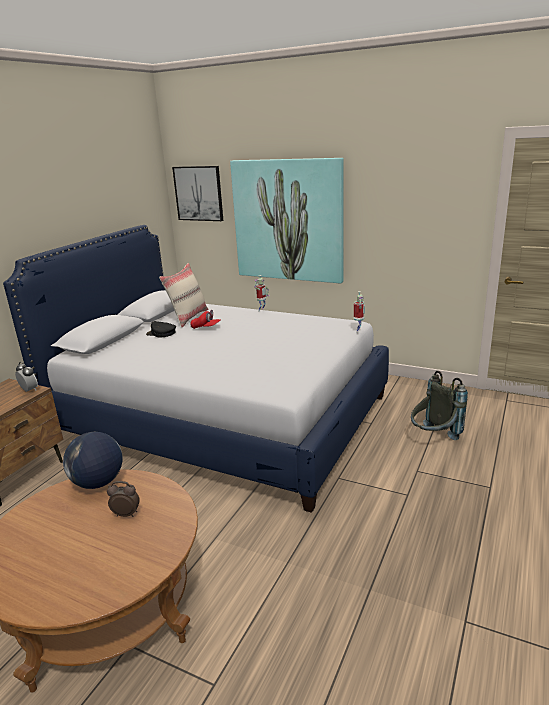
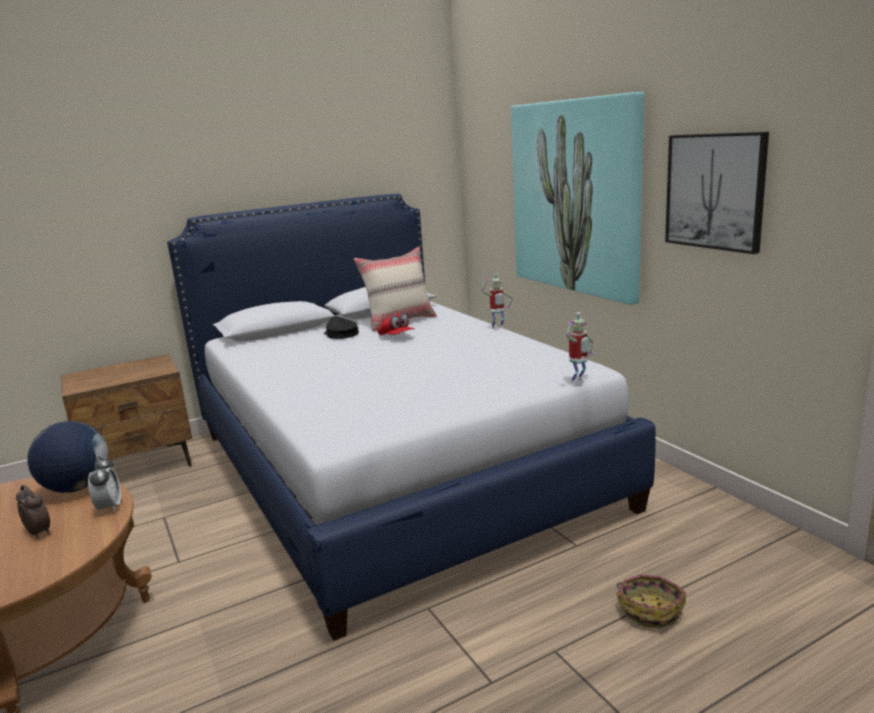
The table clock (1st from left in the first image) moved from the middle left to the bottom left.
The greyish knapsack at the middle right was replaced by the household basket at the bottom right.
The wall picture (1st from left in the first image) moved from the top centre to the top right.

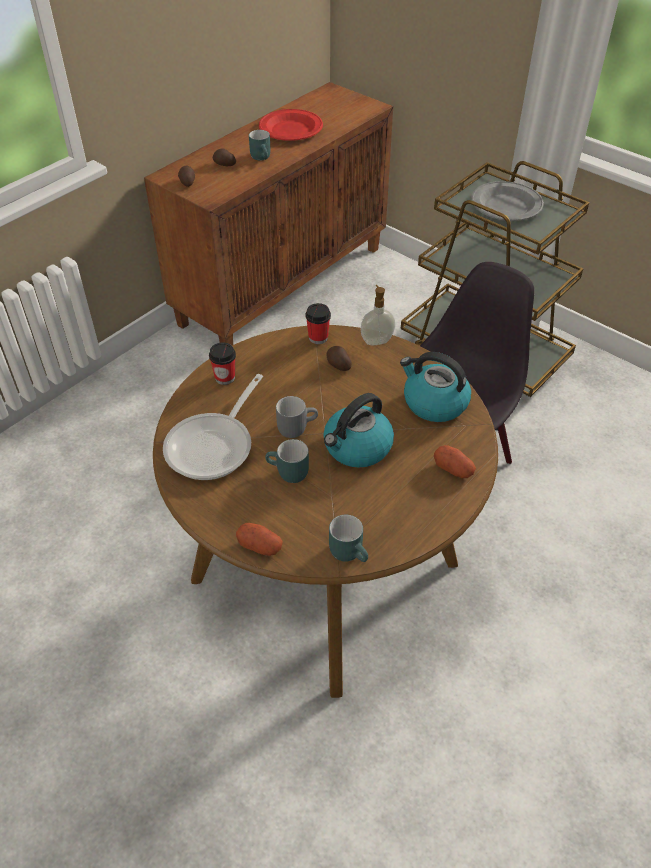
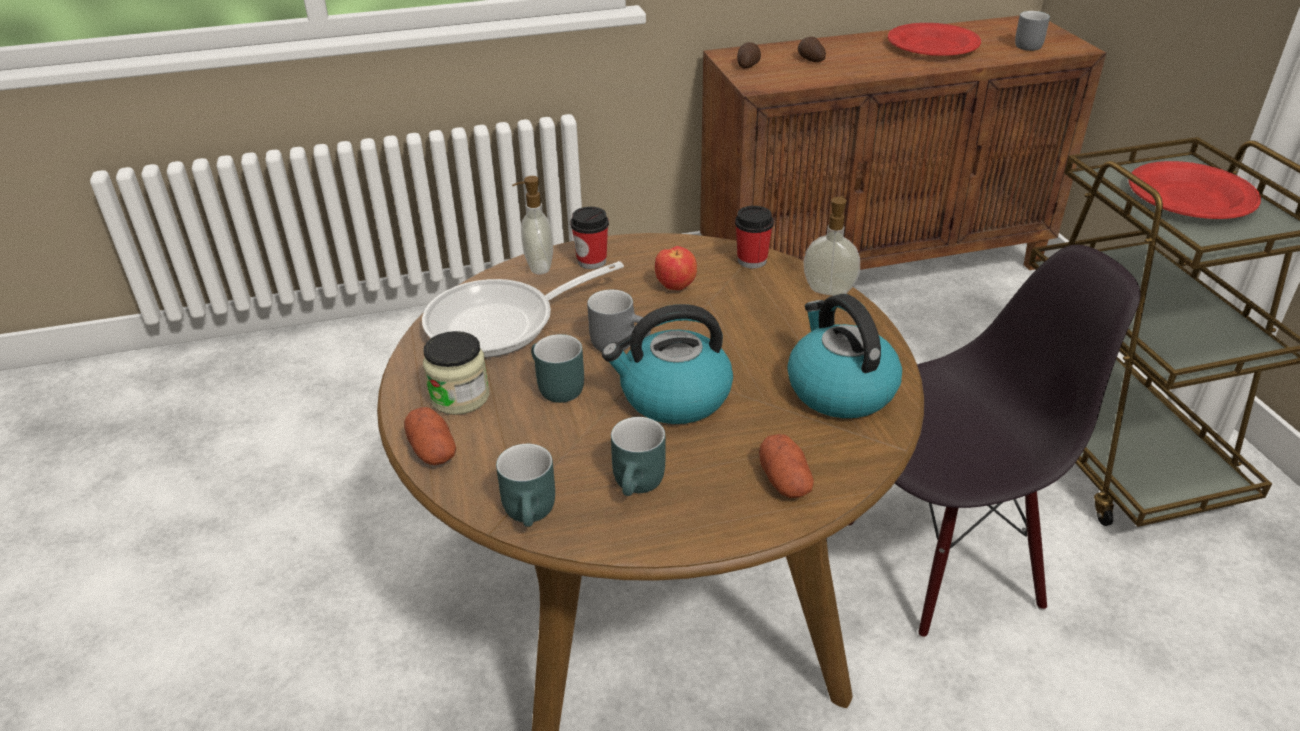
The preserve jar at the centre appeared.
The soap dispenser (1st from left) at the top centre appeared.
The blue-green tea mug (1st from left in the first image) moved from the top centre to the centre.
The apple fruit at the centre appeared.
The greyish tea mug (2nd from left) at the top right appeared.
The greyish dinner plate at the top right became the red-coloured dinner plate (2nd from left) at the top right.
The spud (4th from left) at the centre disappeared.

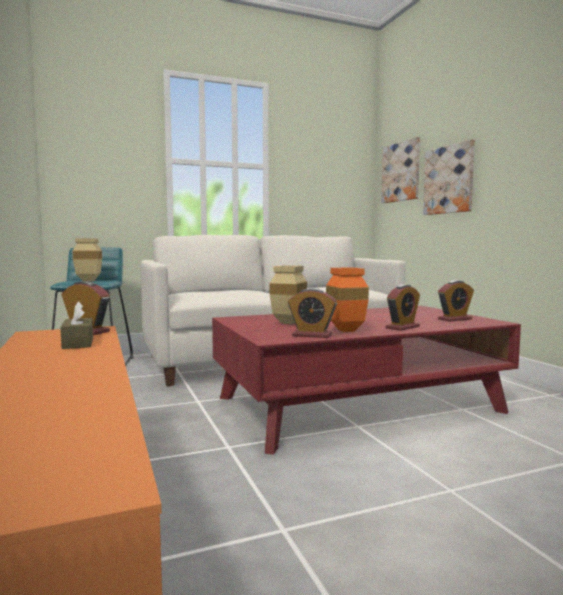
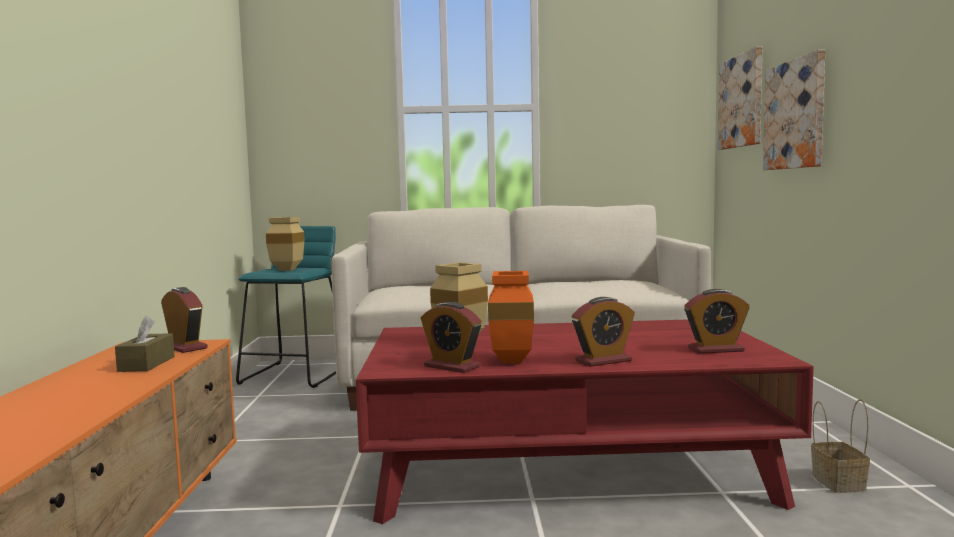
The household basket at the bottom right appeared.

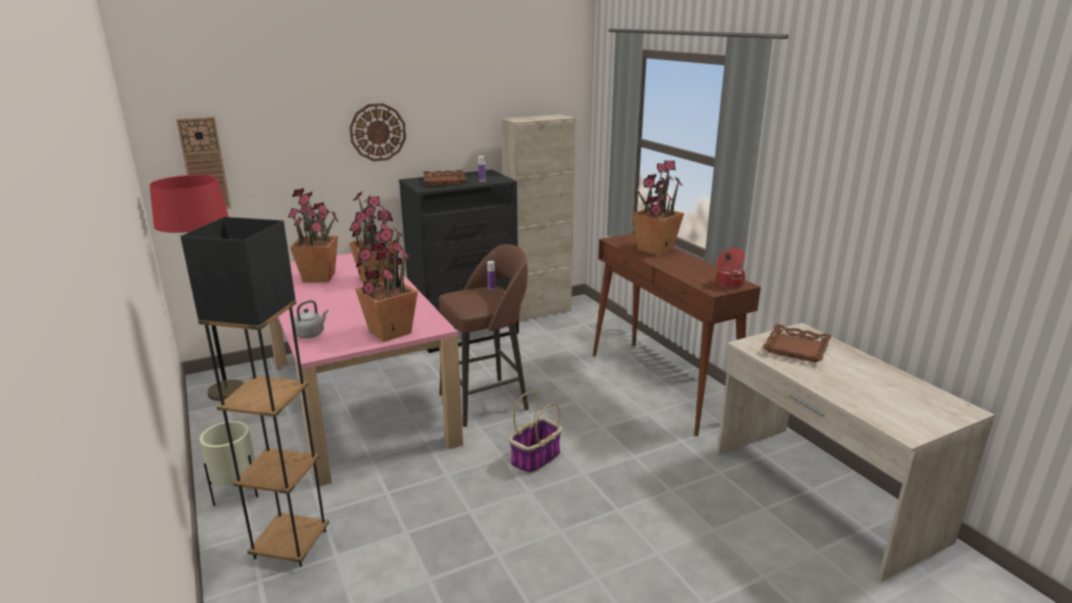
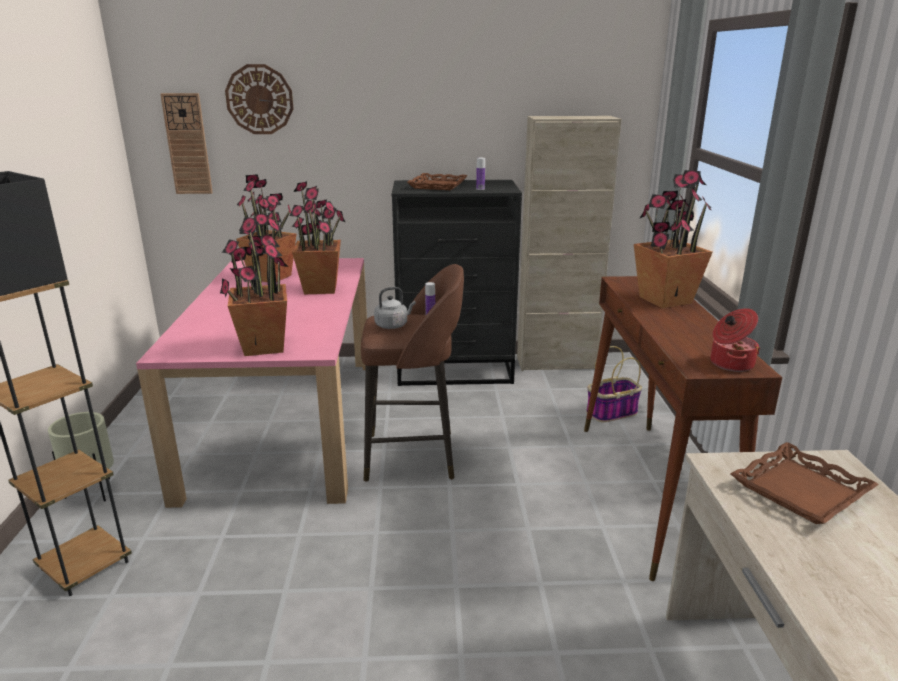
The clock on the wall (2nd from left) moved from the top centre to the top left.
The greyish water kettle moved from the middle left to the centre.
The household basket moved from the bottom centre to the middle right.
The red-coloured standard lamp at the middle left disappeared.

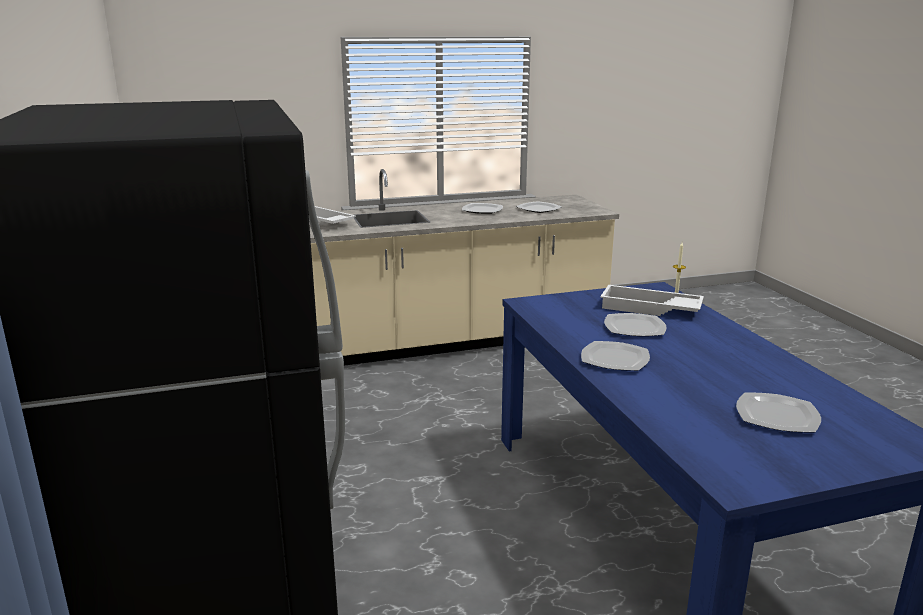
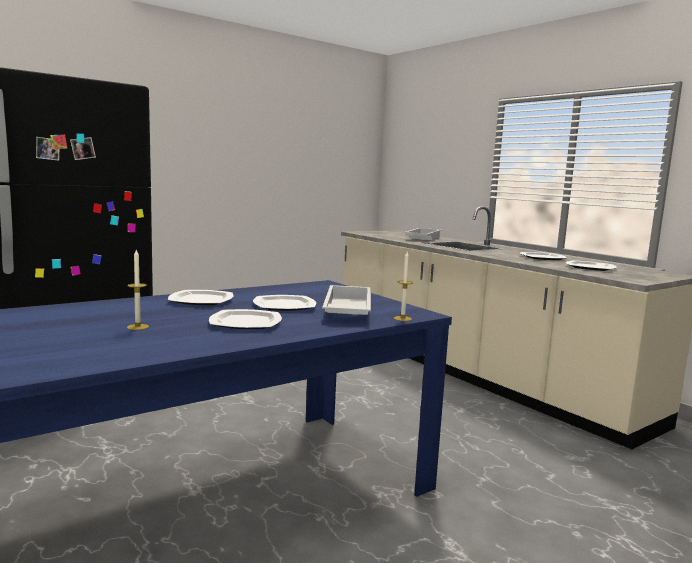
The wax light (1st from left) at the middle left appeared.
The dinner plate (5th from left in the first image) moved from the bottom right to the centre.

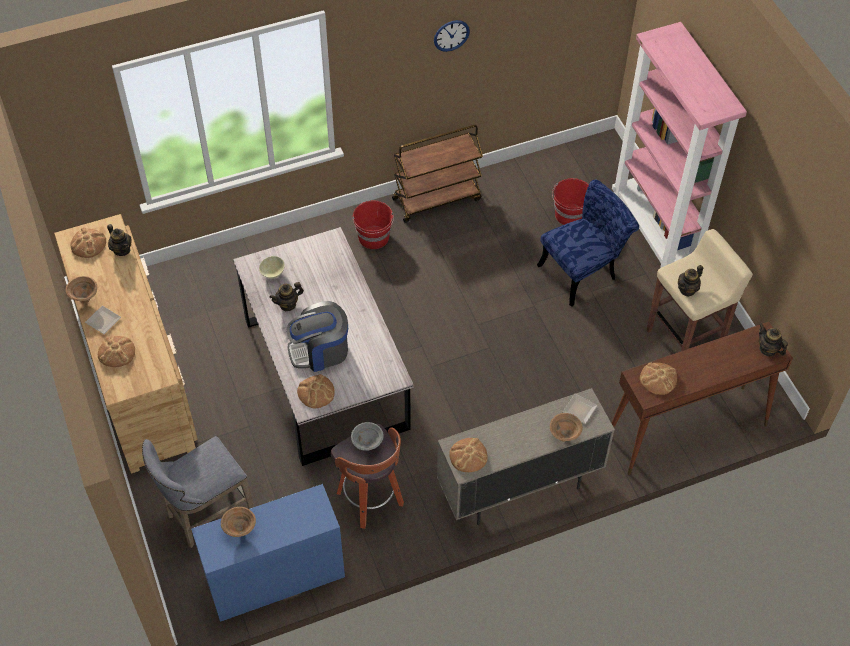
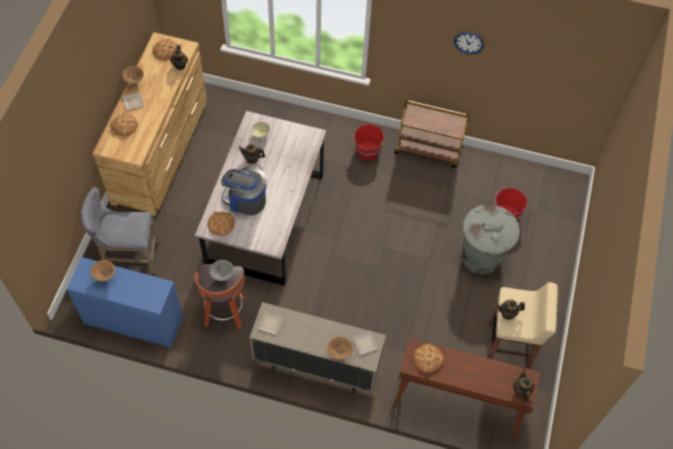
The bakery bread (4th from left) at the bottom centre was replaced by the dinner plate (2nd from left) at the bottom centre.
The blue-coloured upright chair at the middle right was replaced by the greyish waste bin at the middle right.
The pink shelving unit at the top right disappeared.

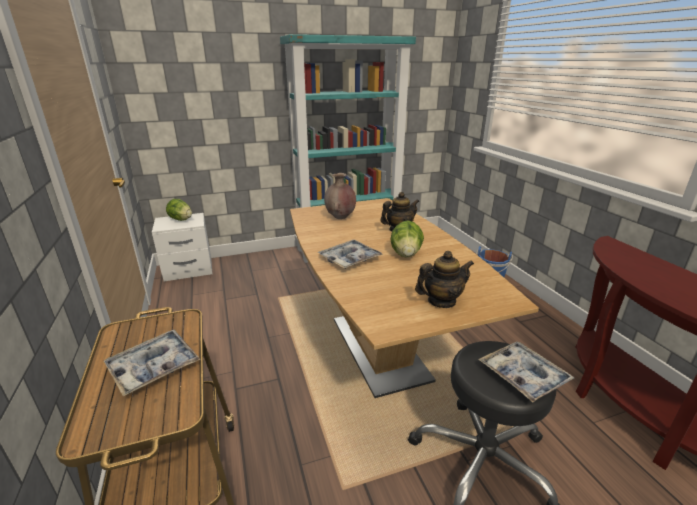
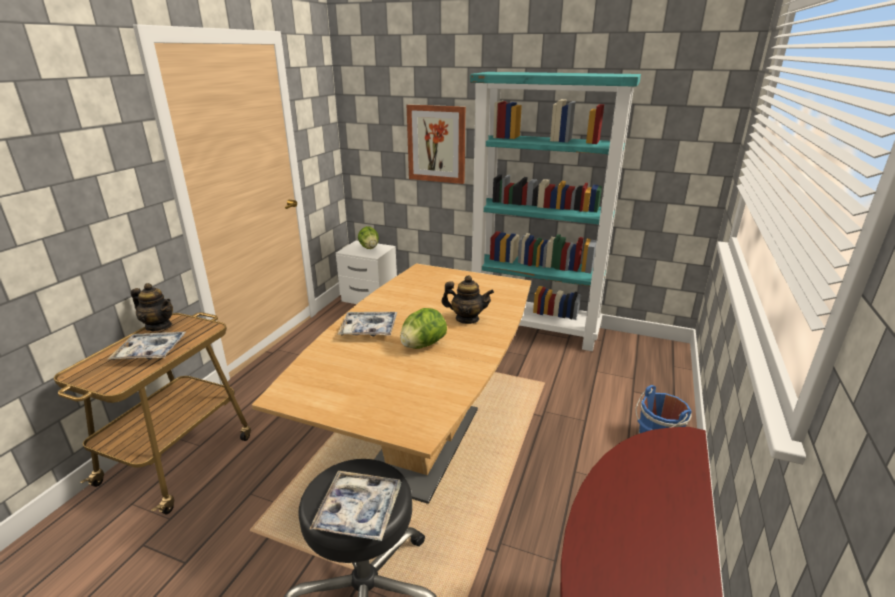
The pot for tea (2nd from left in the first image) moved from the centre to the middle left.
The wall picture at the top centre appeared.
The brown-coloured vase at the centre disappeared.

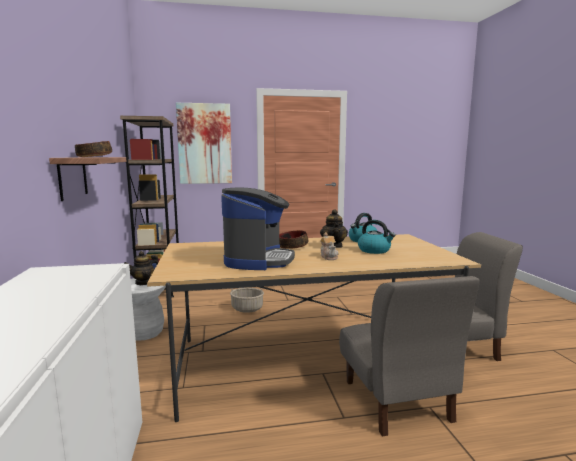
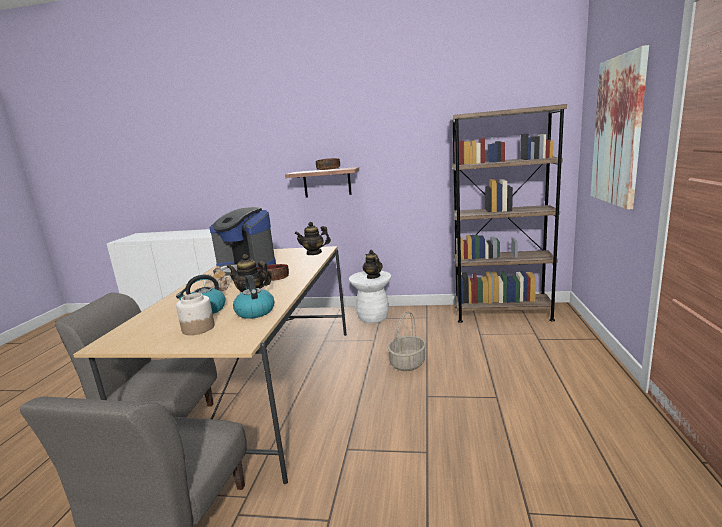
The preserve jar at the middle left appeared.
The pot for tea (3rd from left) at the centre appeared.

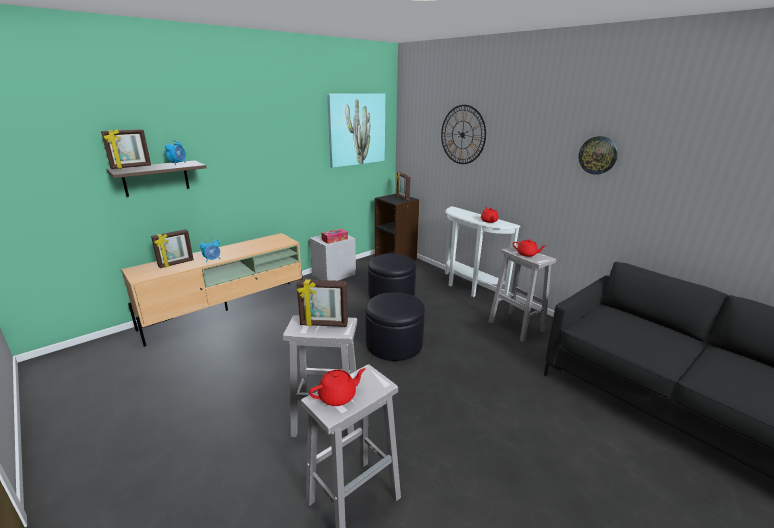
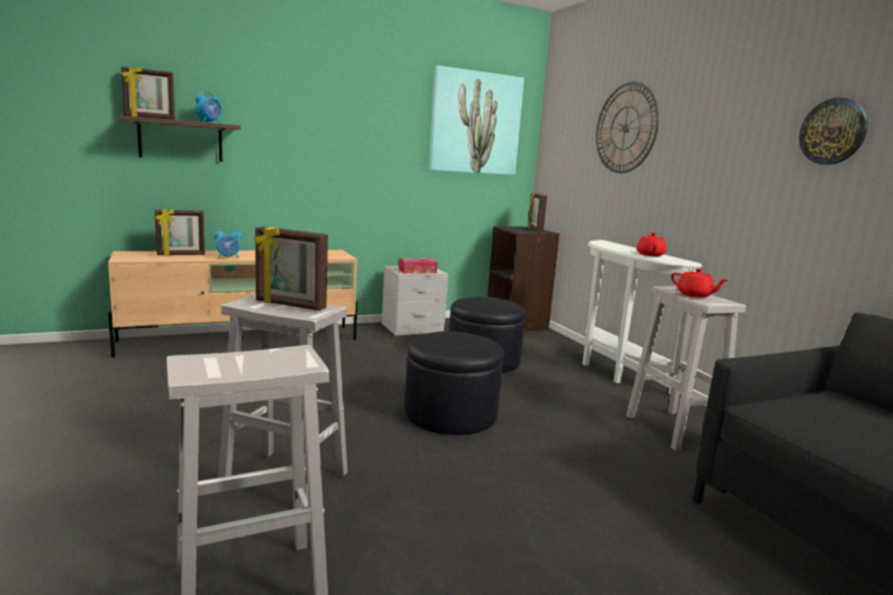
The red-coloured pot for tea (1st from left) at the bottom centre disappeared.

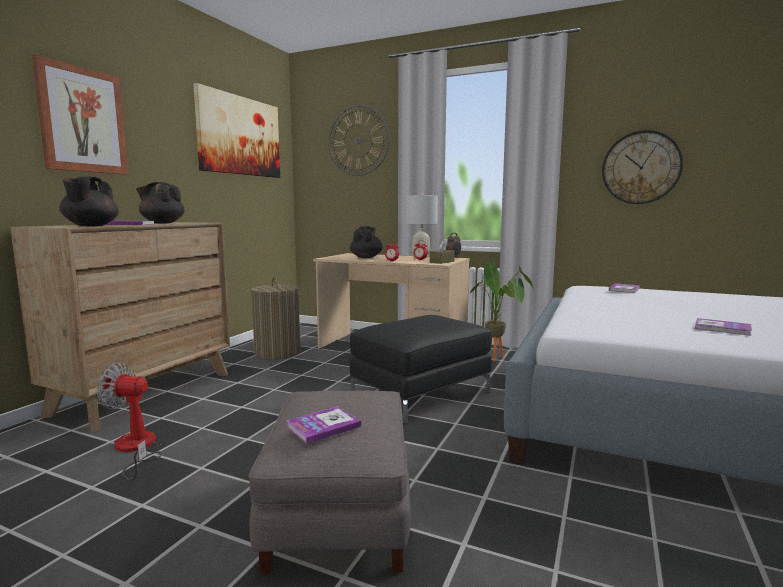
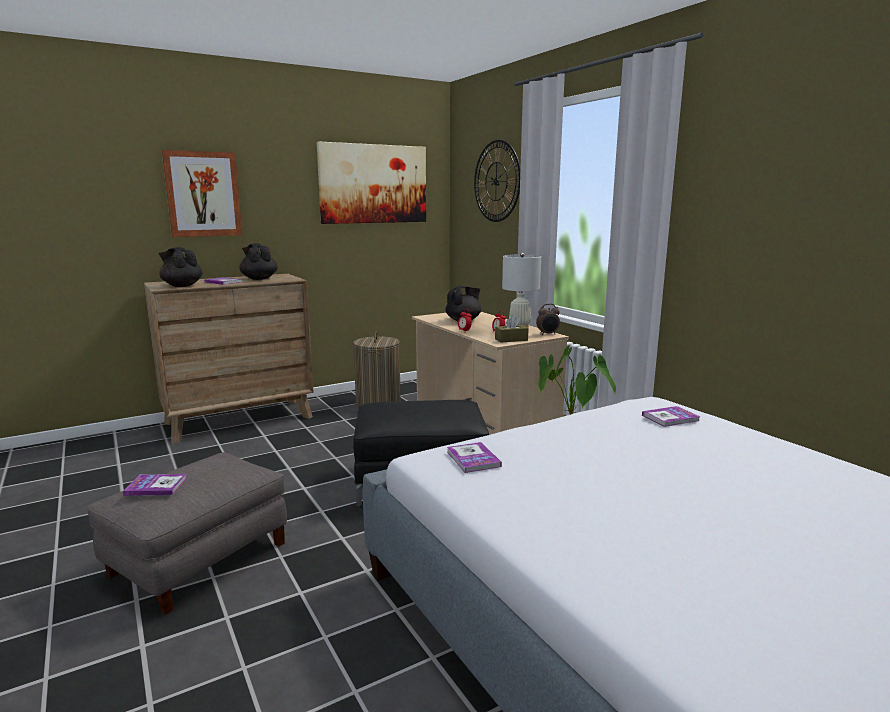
The black pot for tea (1st from left) at the middle left turned 90 degrees clockwise.
The volume (4th from left in the first image) moved from the middle right to the centre.
The electric fan at the bottom left disappeared.
The clock on the wall (2nd from left) at the top right disappeared.

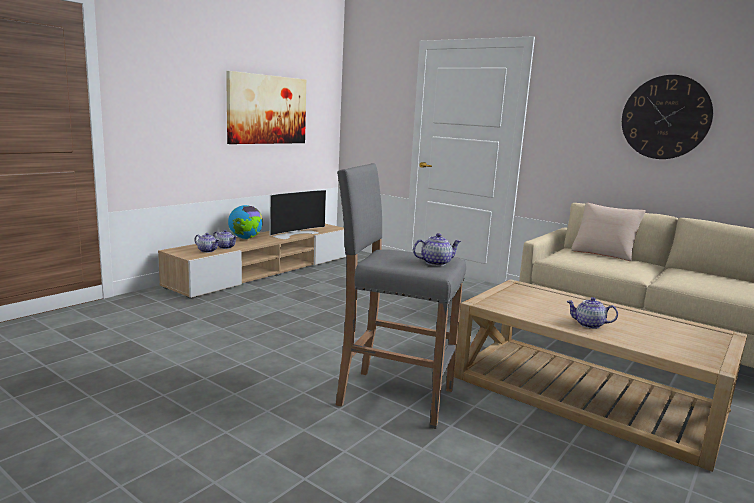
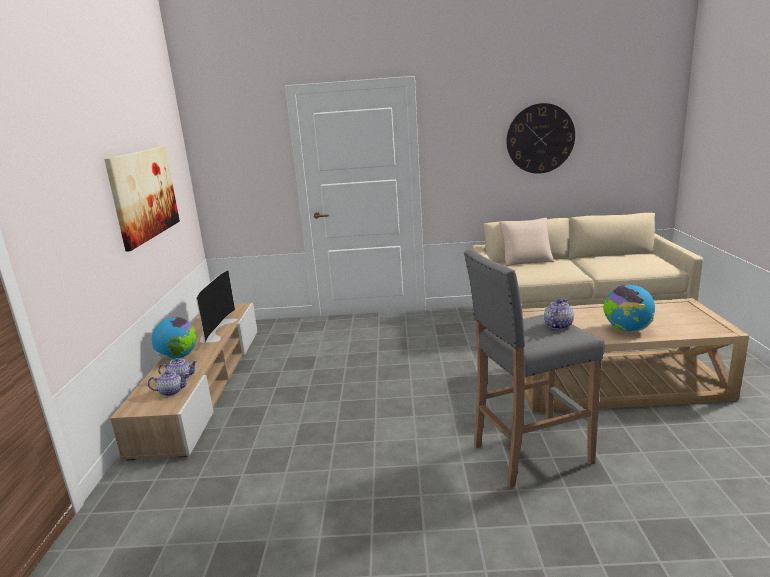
The pot for tea (4th from left) at the middle right was replaced by the globe (2nd from left) at the middle right.

